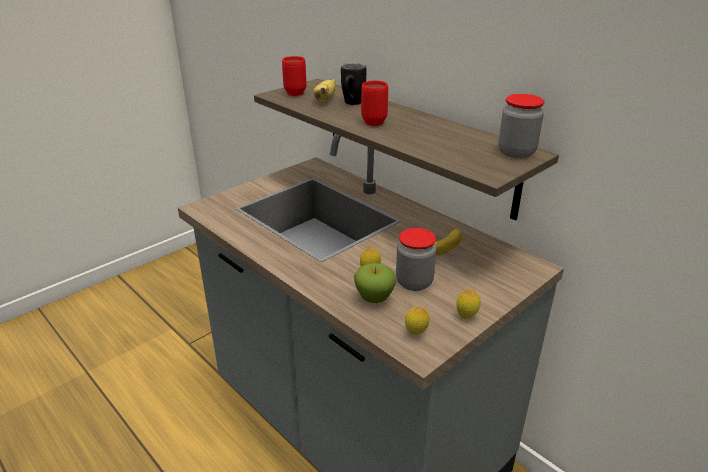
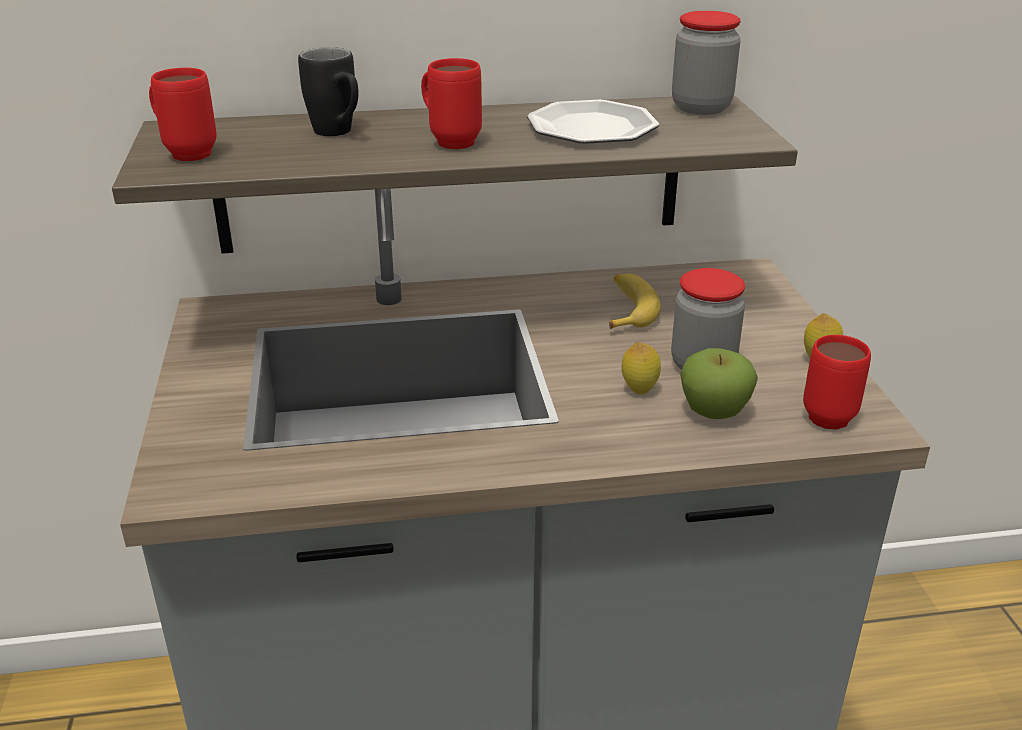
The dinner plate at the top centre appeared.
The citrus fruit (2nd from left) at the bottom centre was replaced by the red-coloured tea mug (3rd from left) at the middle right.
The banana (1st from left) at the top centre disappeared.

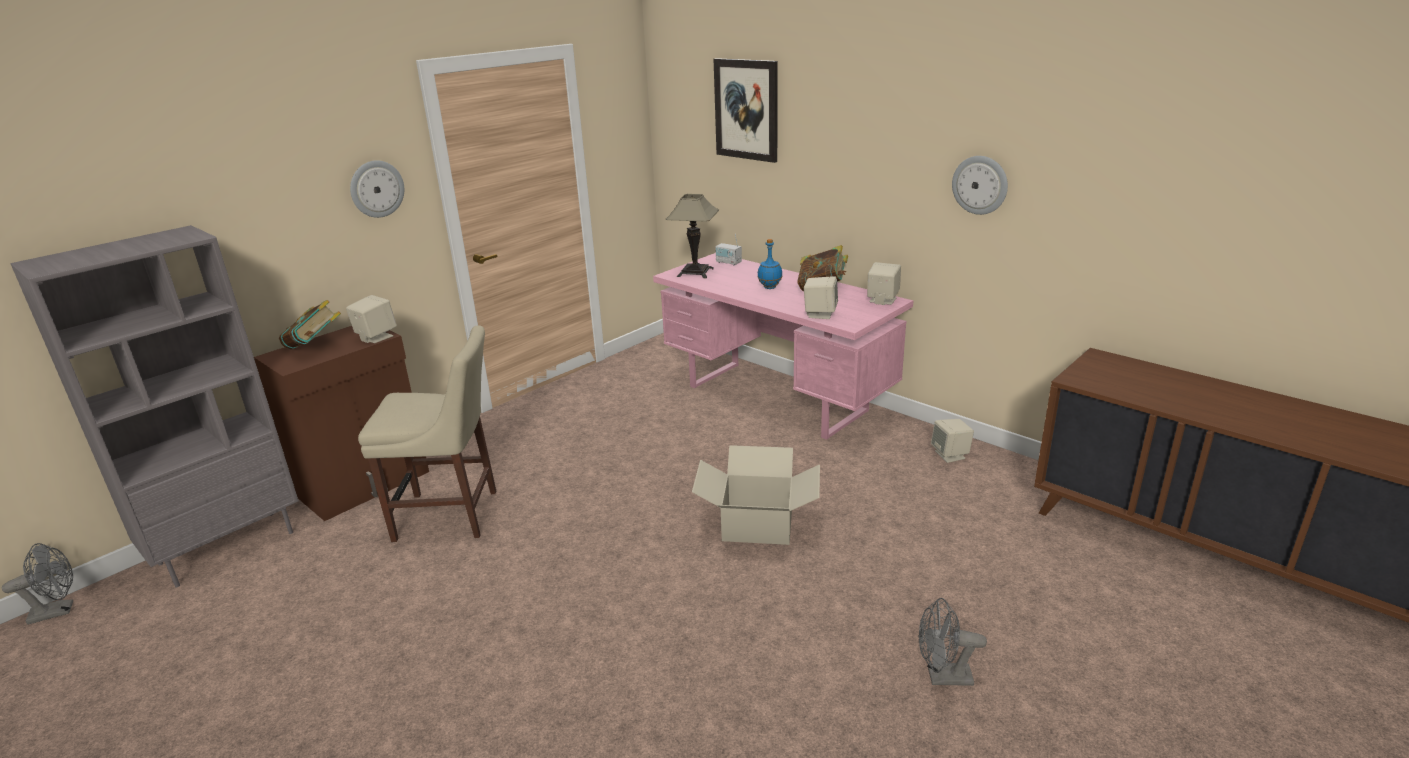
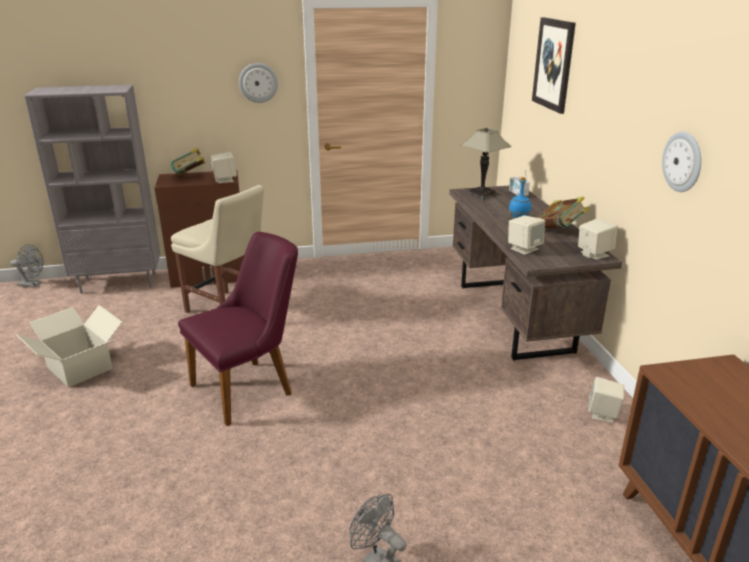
The cardboard box moved from the centre to the middle left.
The purple upright chair at the middle left appeared.
The pink desk at the centre became the brown-coloured desk at the middle right.

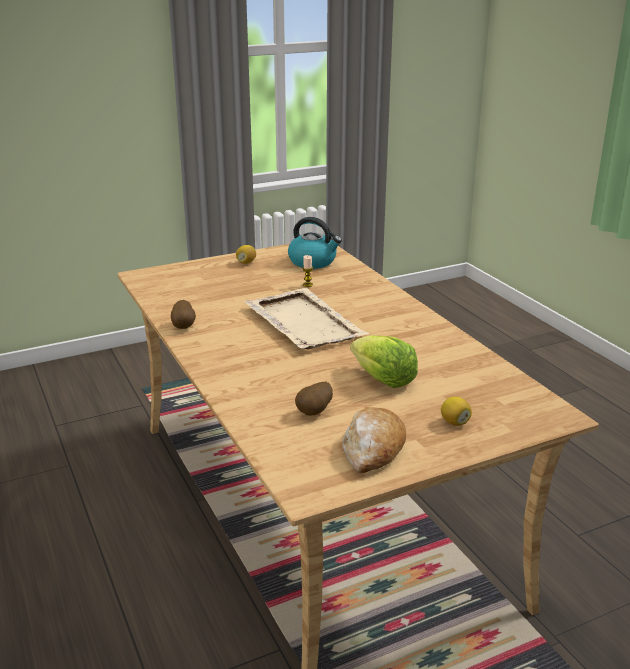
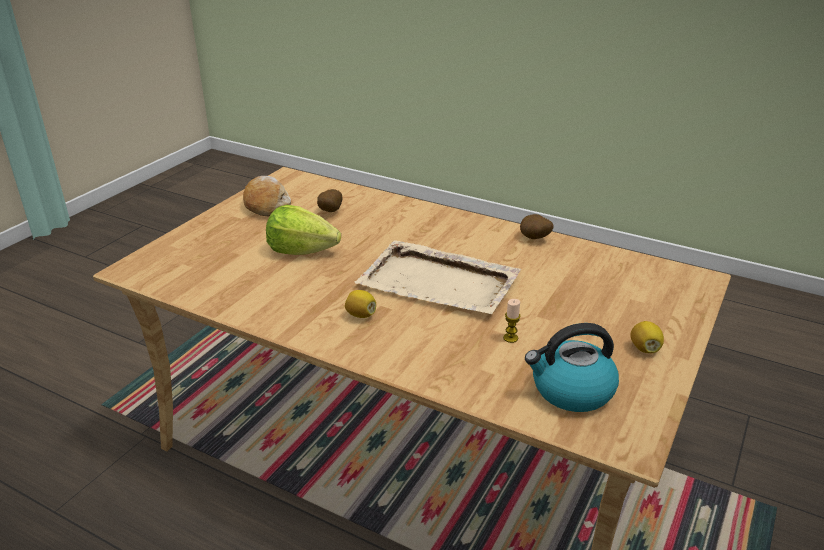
The citrus fruit (2nd from left in the first image) moved from the middle right to the centre.

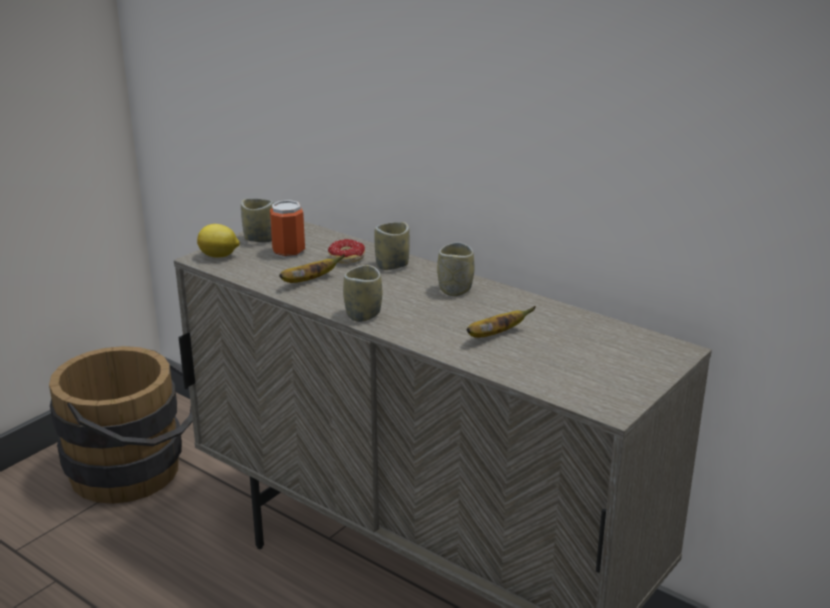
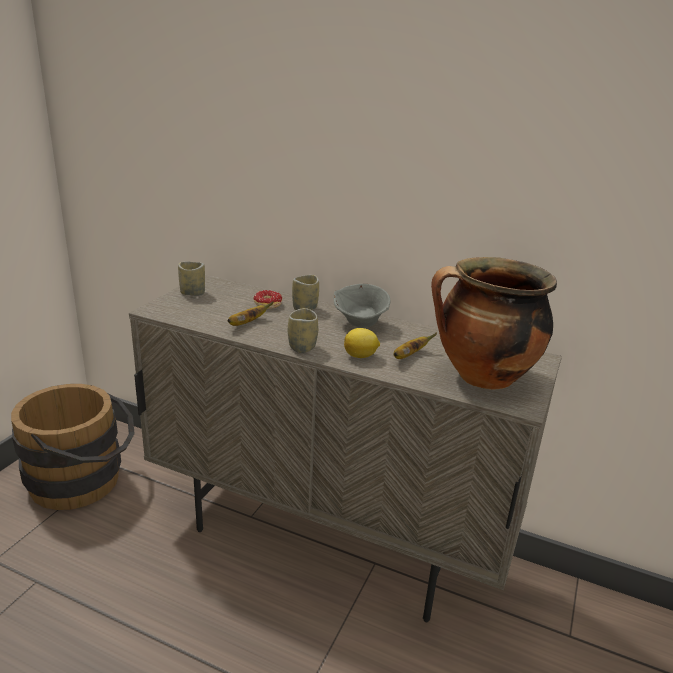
The cup (4th from left) at the centre was replaced by the greyish bowl at the centre.
The citrus fruit moved from the middle left to the centre.
The cooking pot at the middle right appeared.
The can at the centre disappeared.

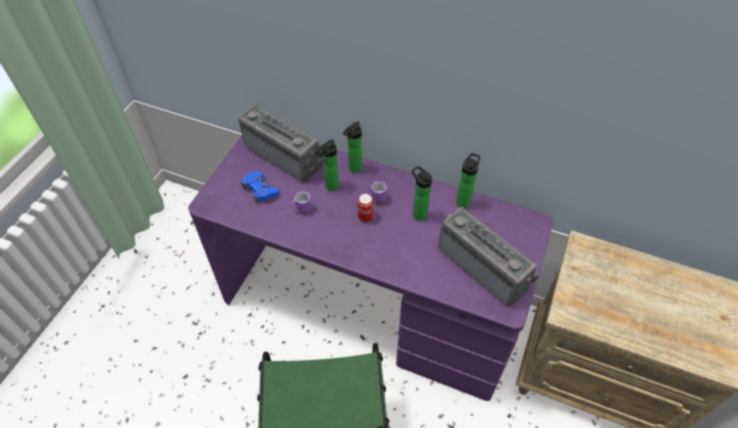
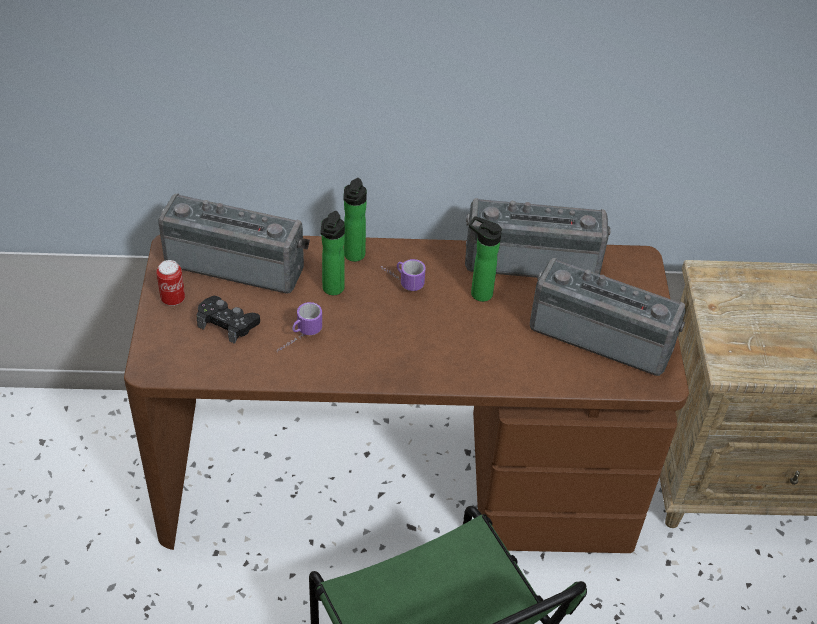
The purple desk at the centre became the brown-coloured desk at the centre.
The can moved from the centre to the middle left.
The blue-coloured joypad at the centre became the black joypad at the middle left.
The drink bottle (4th from left) at the centre was replaced by the radio receiver (2nd from left) at the centre.

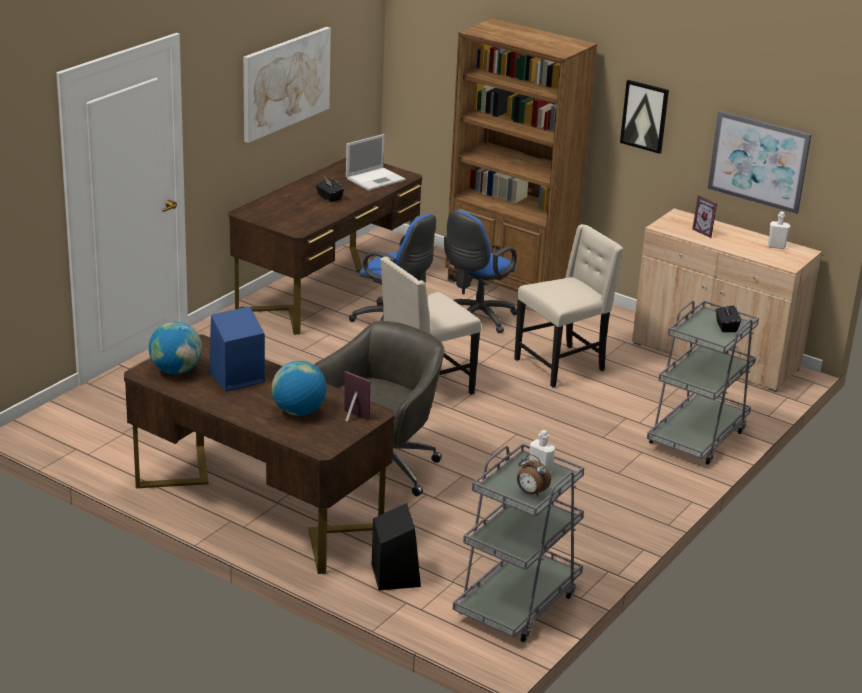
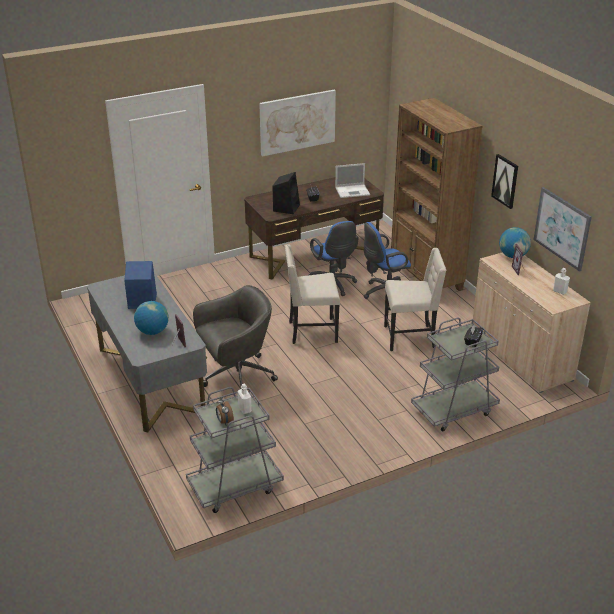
The brown-coloured desk (1st from left) at the middle left became the greyish desk at the middle left.
The black audio speaker moved from the bottom centre to the top centre.
The globe (1st from left in the first image) moved from the middle left to the middle right.

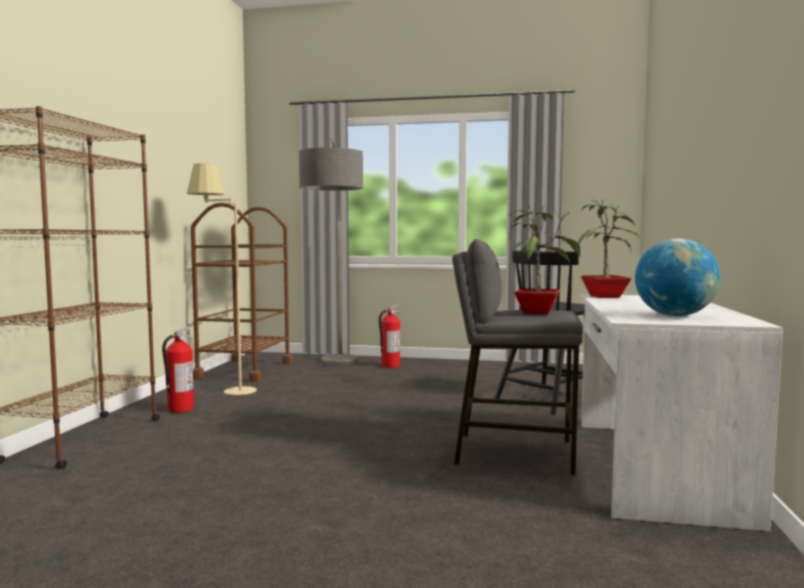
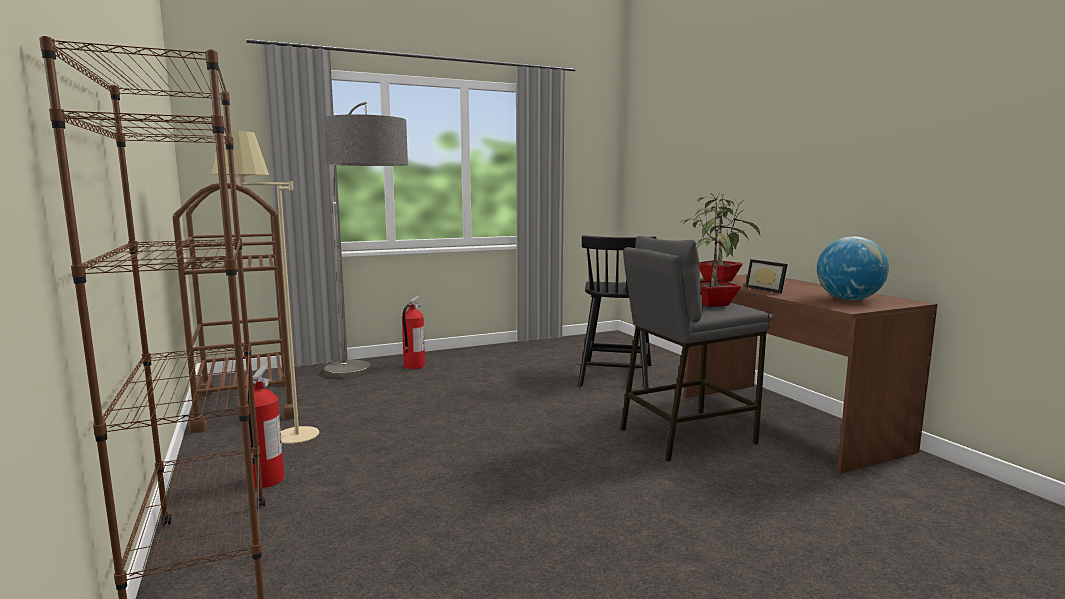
The white-coloured desk at the bottom right became the brown-coloured desk at the middle right.
The photo frame at the middle right appeared.

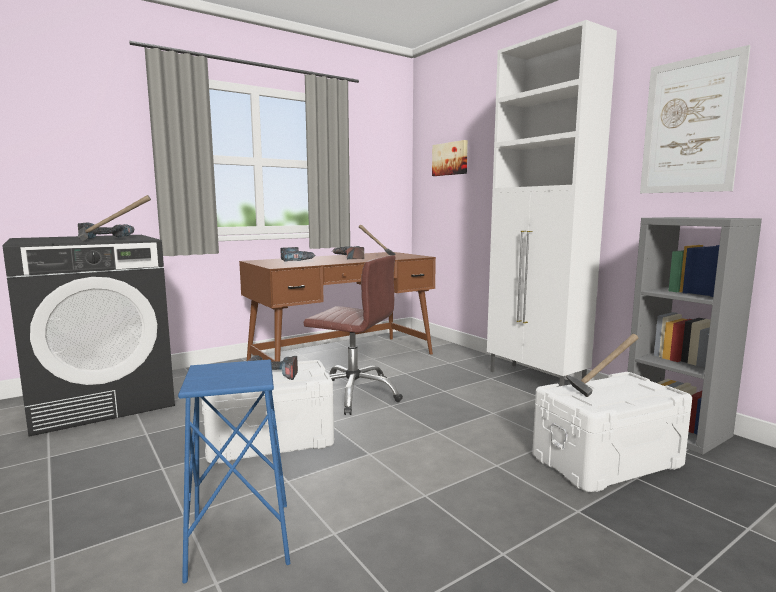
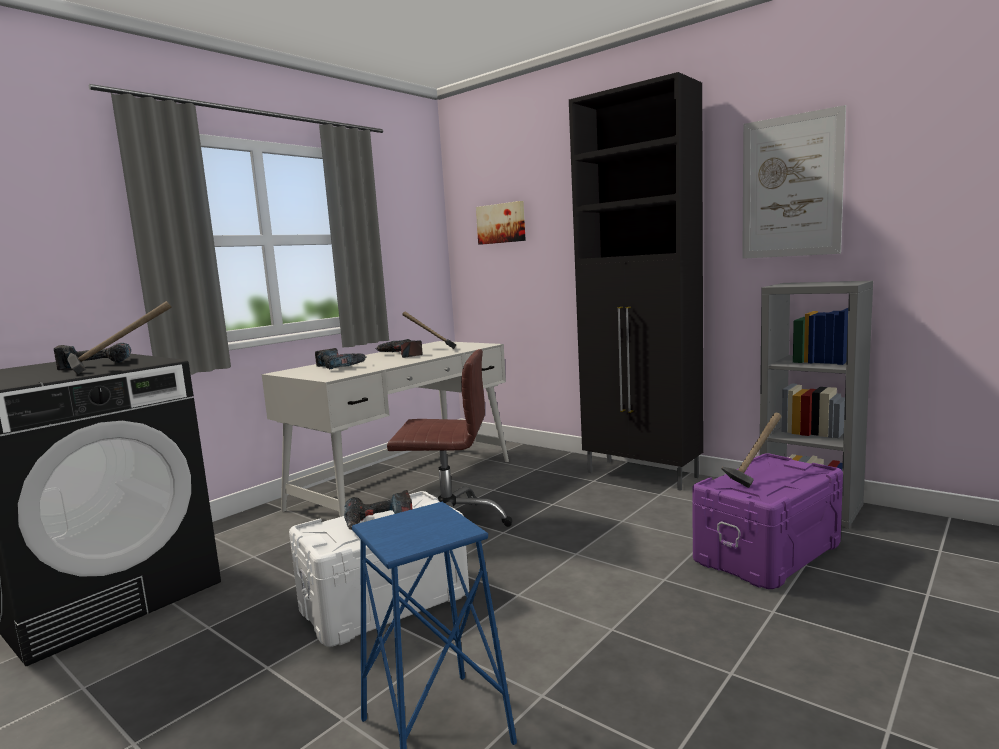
The brown-coloured desk at the centre became the white-coloured desk at the centre.
The white-coloured cabinet at the middle right became the black cabinet at the centre.
The white-coloured storage bin (2nd from left) at the bottom right became the purple storage bin at the bottom right.

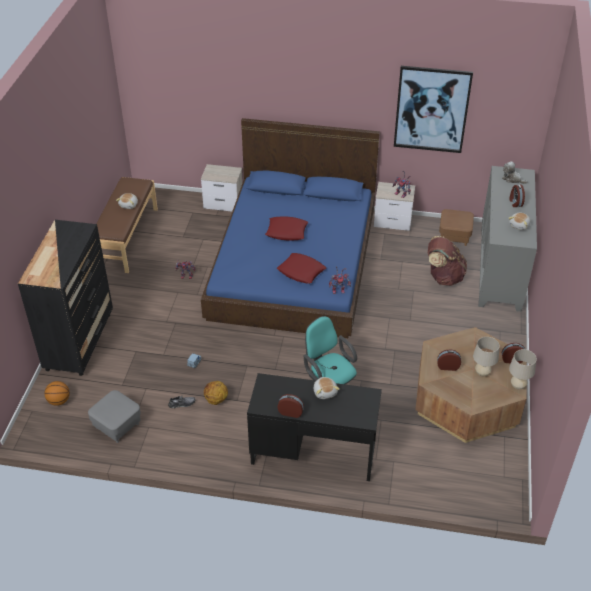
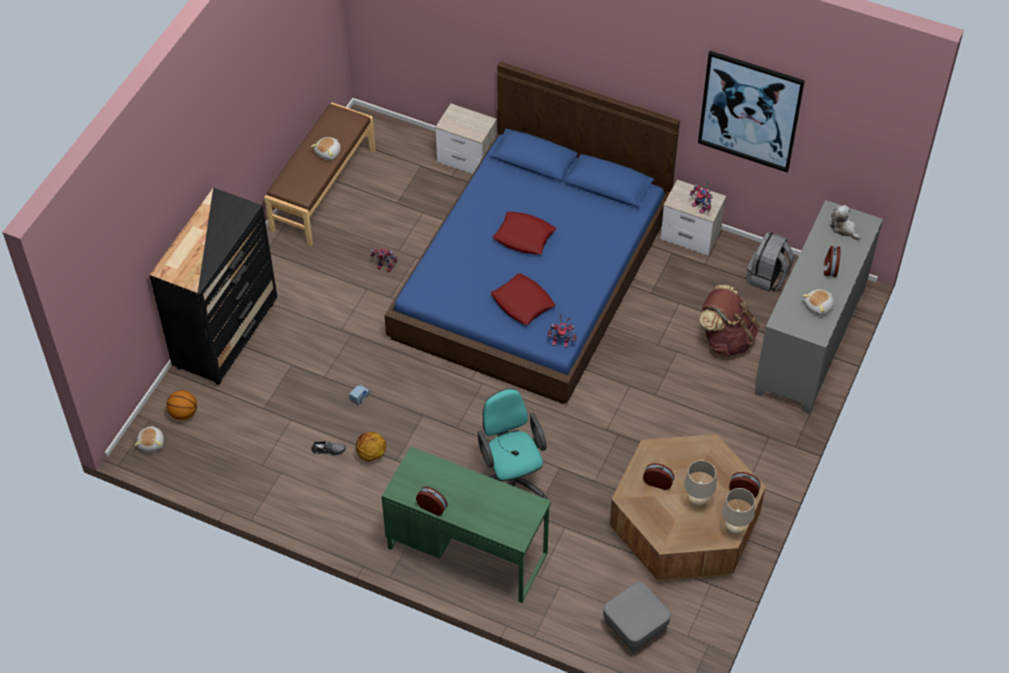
The cuddly toy (2nd from left in the first image) moved from the centre to the middle left.
The black desk at the bottom centre became the greenish desk at the bottom centre.
The greyish footrest moved from the bottom left to the bottom centre.
The brown-coloured footrest at the middle right was replaced by the greyish knapsack at the middle right.

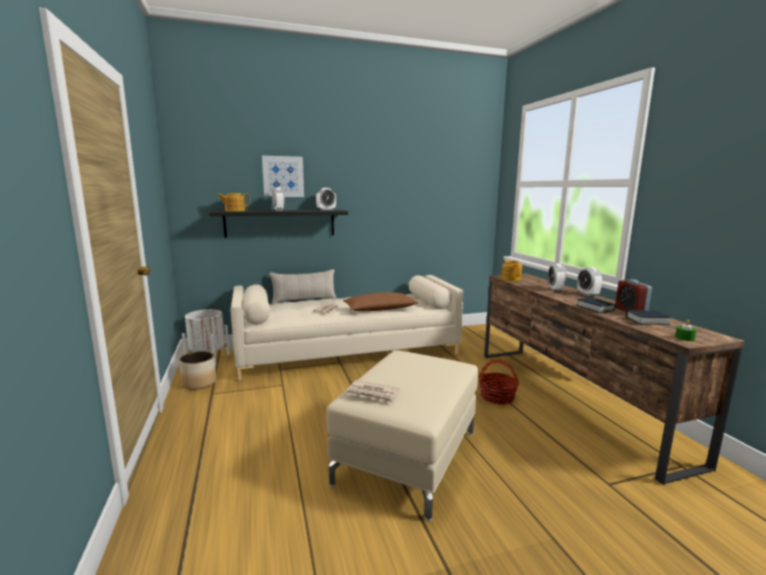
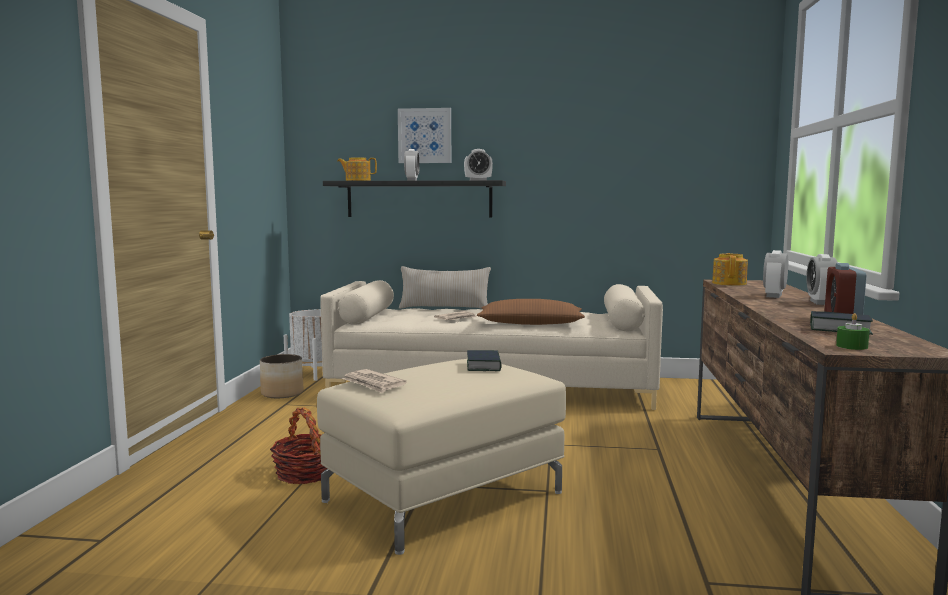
The household basket moved from the centre to the bottom left.
The volume (1st from left) moved from the middle right to the centre.

